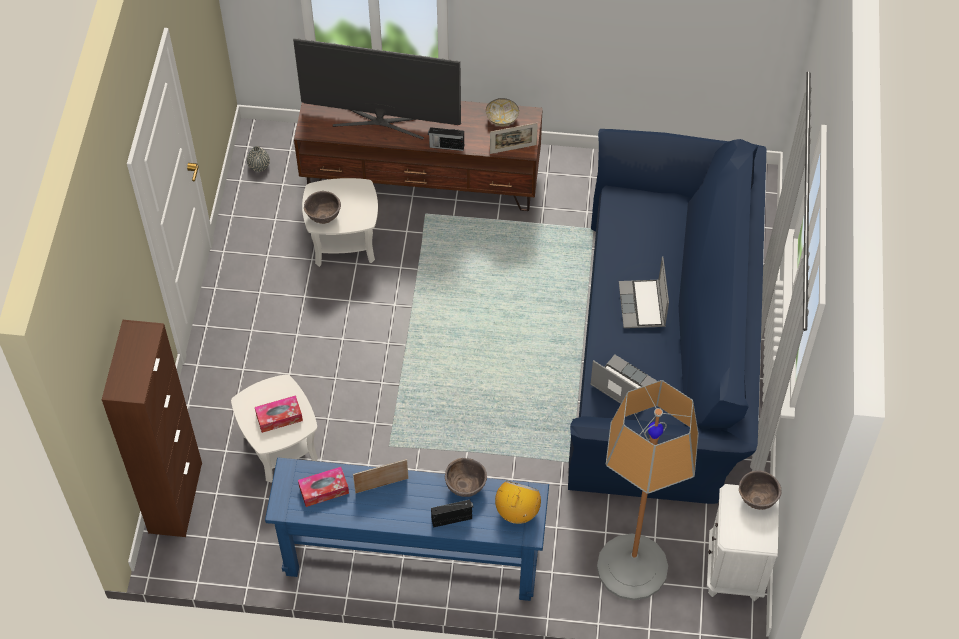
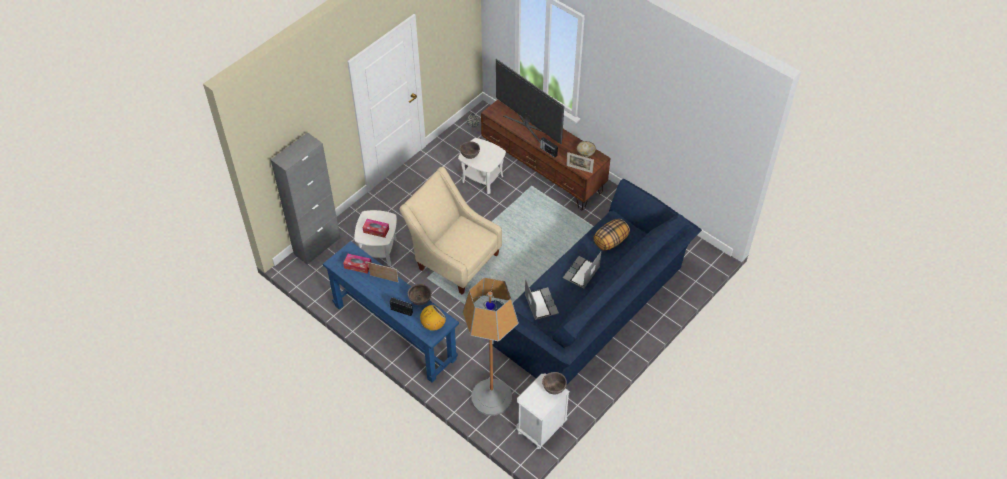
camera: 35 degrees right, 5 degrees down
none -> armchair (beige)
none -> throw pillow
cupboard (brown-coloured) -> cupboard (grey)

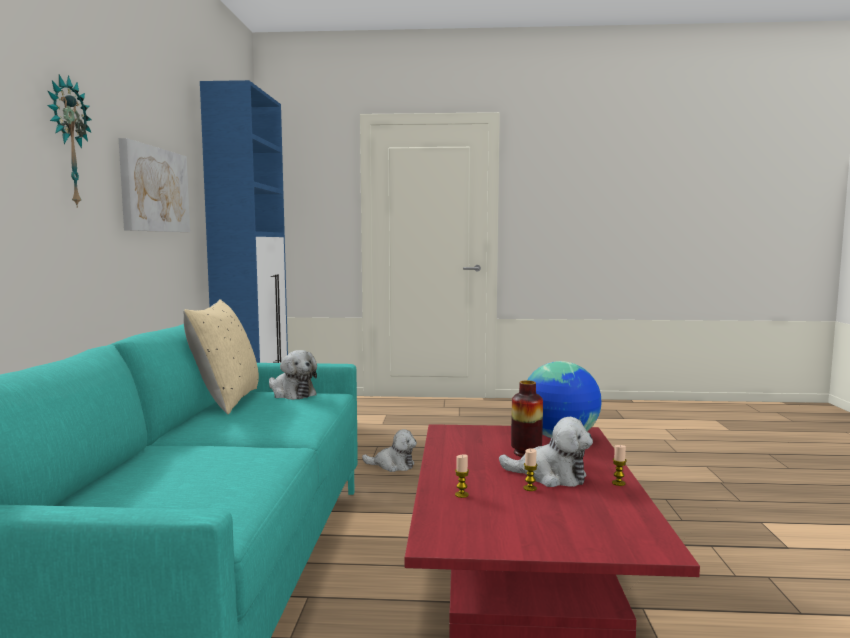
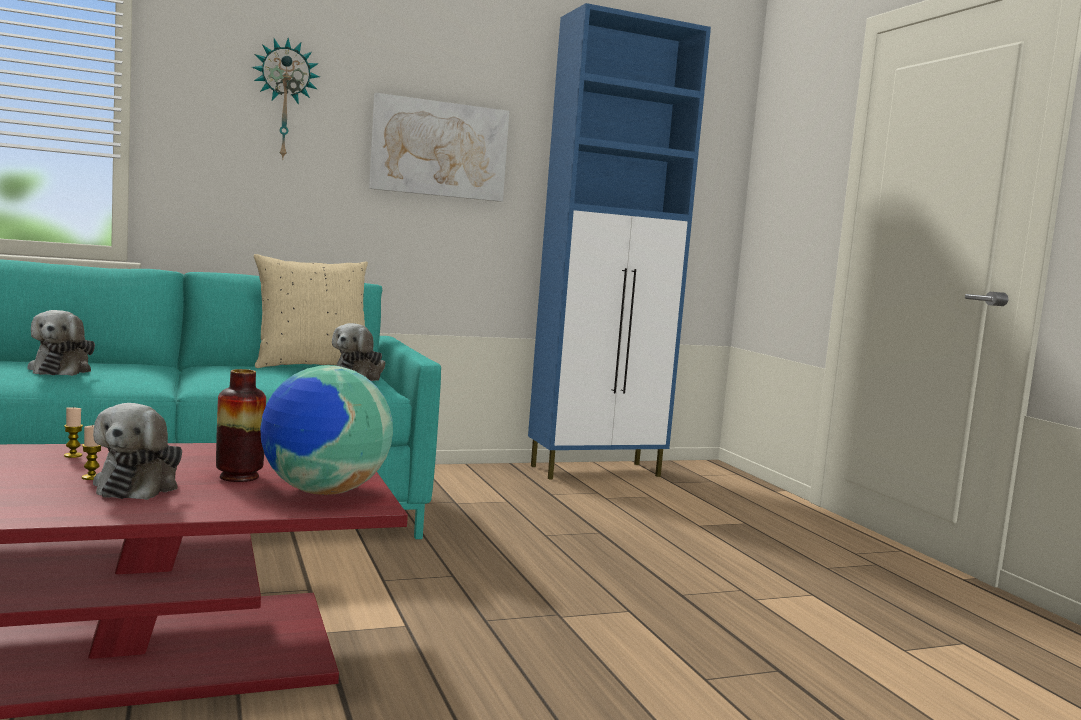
camera: 65 degrees right, 0 degrees up
wax light (no. 3 from left) -> none
soft toy (no. 2 from left in the first image) -> soft toy (no. 1 from left), shifted

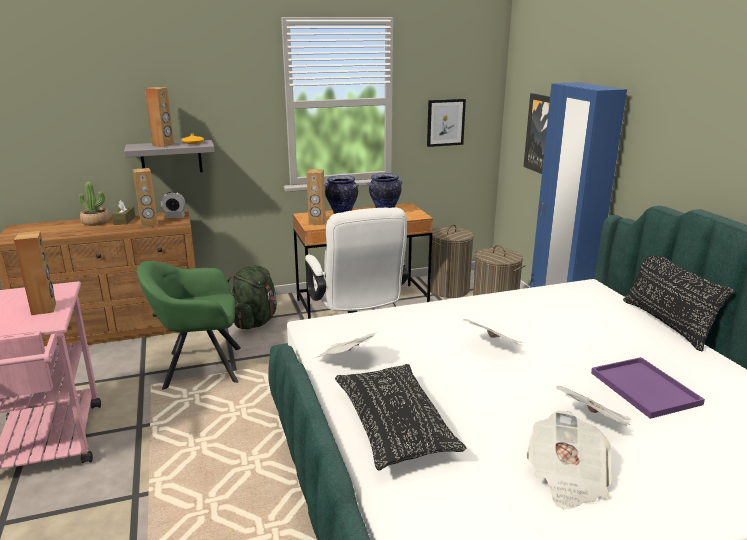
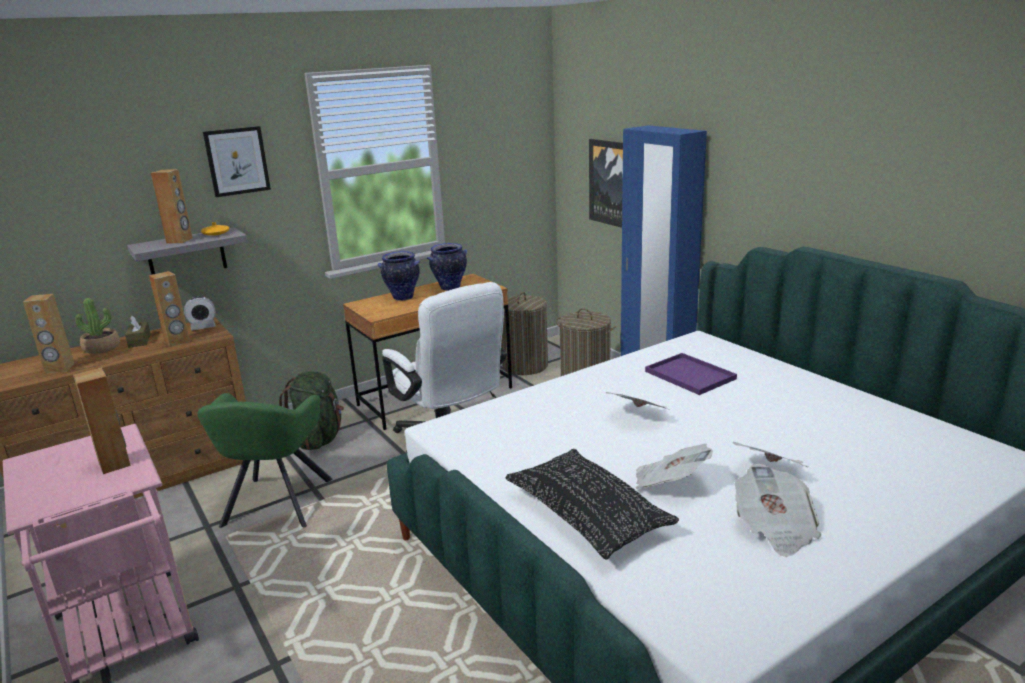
camera: 15 degrees left, 0 degrees up
throw pillow (black-coloured) (no. 2 from left) -> none
audio speaker (brown-coloured) (no. 4 from left in the first image) -> audio speaker (brown-coloured) (no. 1 from left), shifted
daily paper (no. 1 from left in the first image) -> daily paper (no. 2 from left), shifted
wall art (no. 1 from left), shifted
serving tray (purplish), shifted
armchair (greenish), 60 degrees counterclockwise

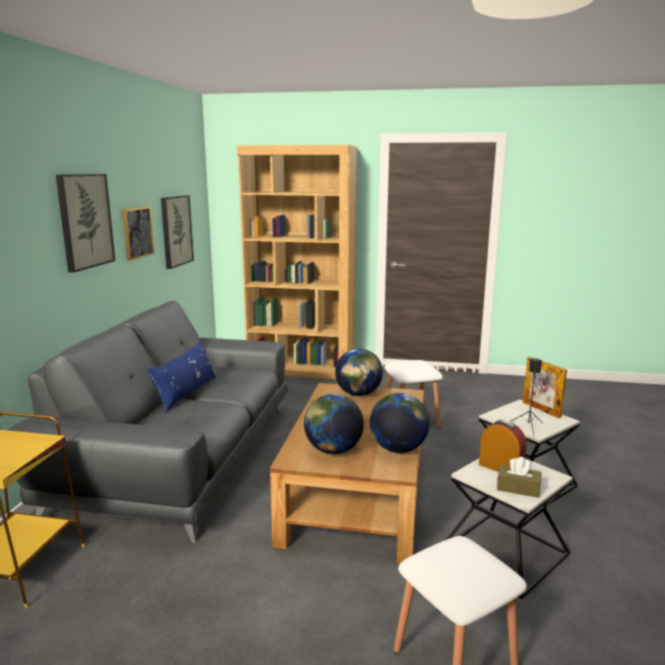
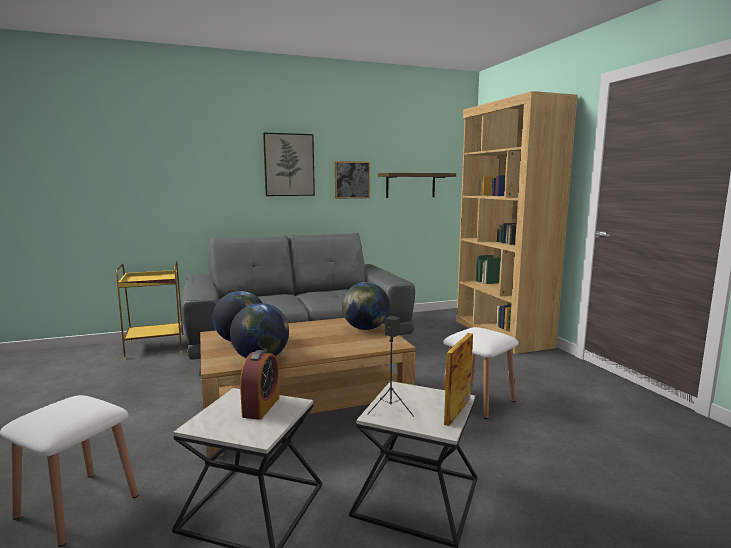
camera: 60 degrees right, 5 degrees down
throw pillow (blue-coloured) -> none
tissue holder (brown-coloured) -> none
wall art (no. 3 from left) -> wall shelf

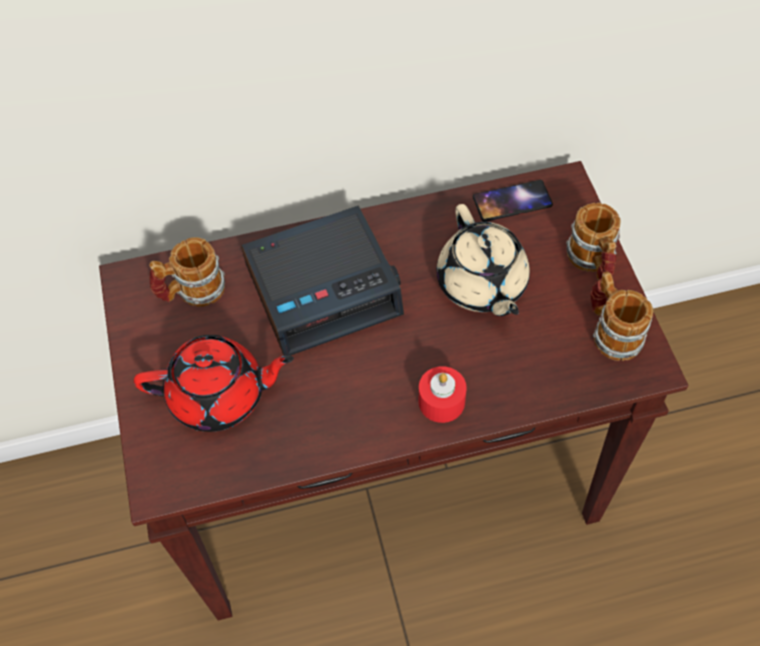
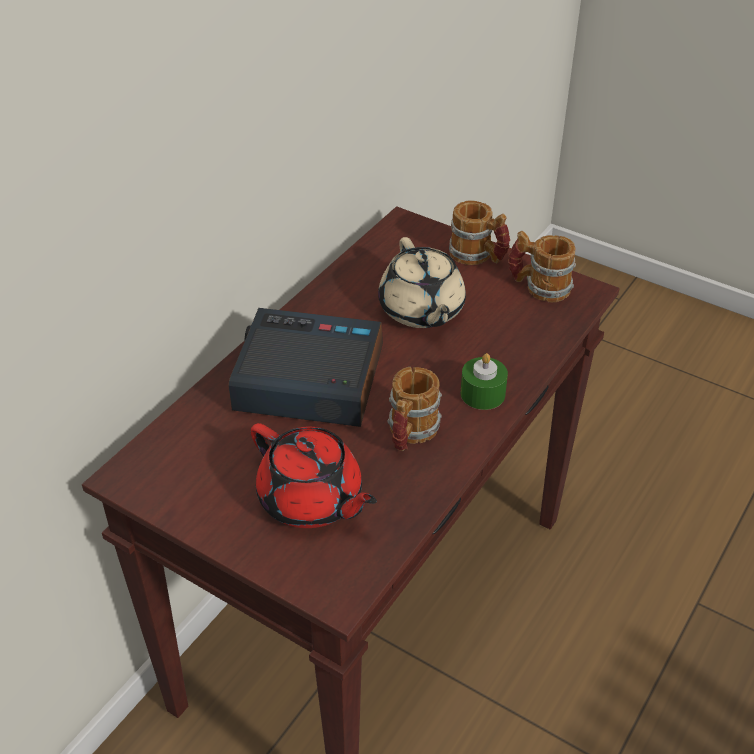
camera: 45 degrees left, 15 degrees down
telephone -> none
tea mug (no. 1 from left), shifted
wax light (reddish) -> wax light (greenish)
tea pot (reddish), 90 degrees clockwise
bedside clock, 105 degrees counterclockwise
tea pot (beige), 45 degrees clockwise

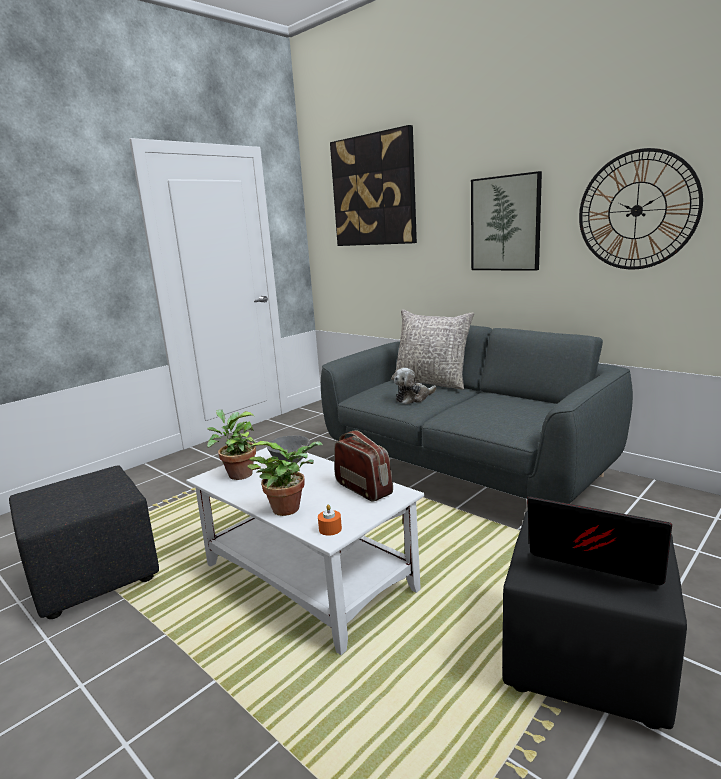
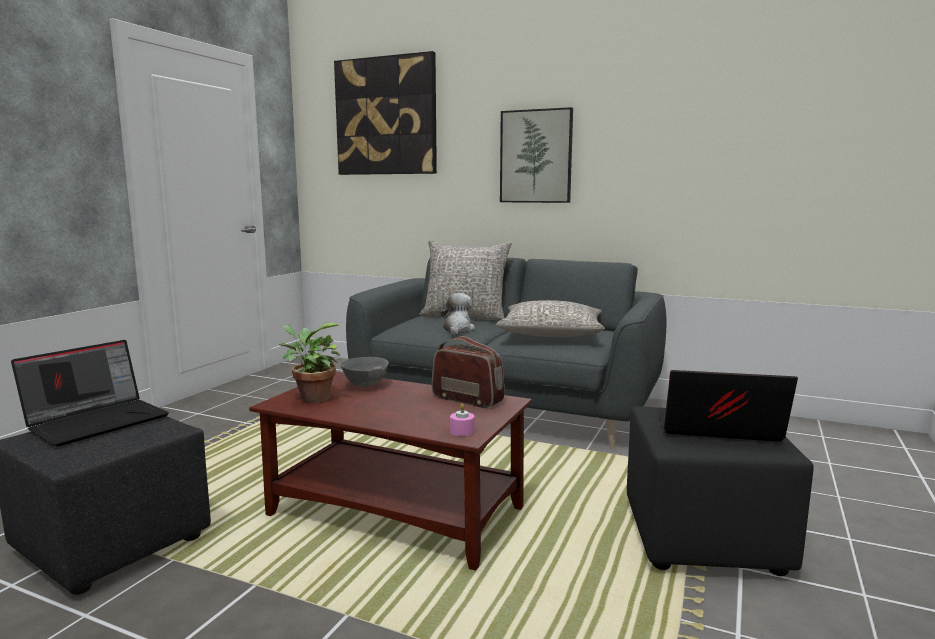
camera: 20 degrees left, 5 degrees down
potted plant (no. 2 from left) -> none
wall clock -> none
none -> notebook computer (no. 1 from left)
none -> throw pillow (grey) (no. 2 from left)
coffee table (whitish) -> coffee table (brown-coloured)
wax light (orangey) -> wax light (pink)
soft toy, 150 degrees clockwise

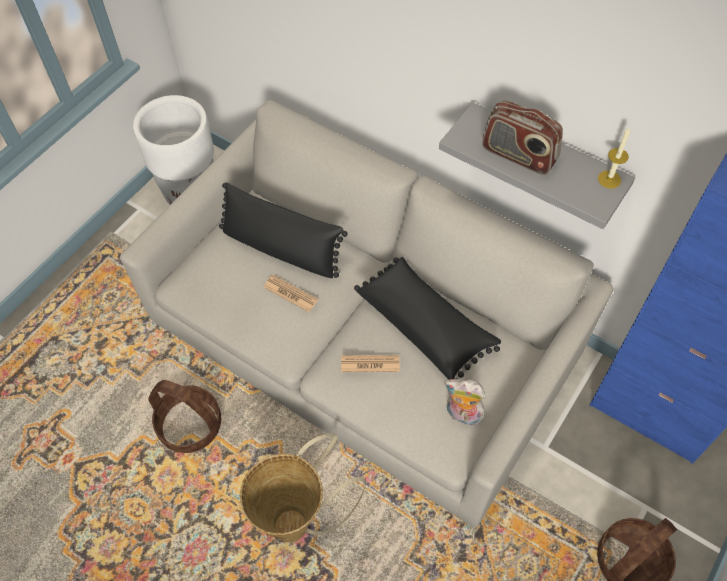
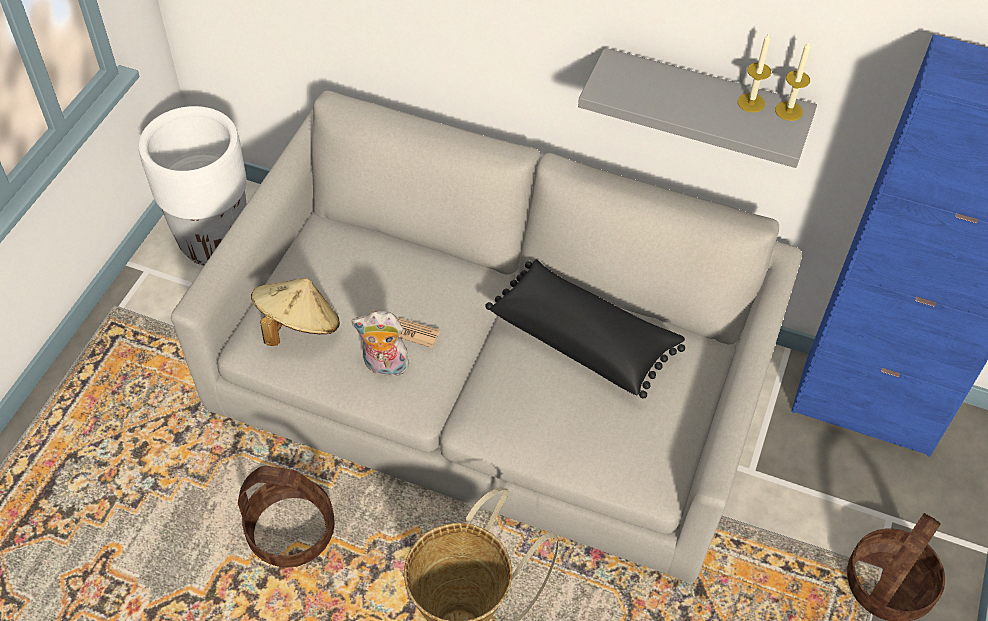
camera: 15 degrees left, 5 degrees down
throw pillow (black-coloured) (no. 1 from left) -> none
daily paper (no. 2 from left) -> none
radio set -> none
none -> clothing hat (beige)
none -> wax light (no. 1 from left)
soft toy, shifted

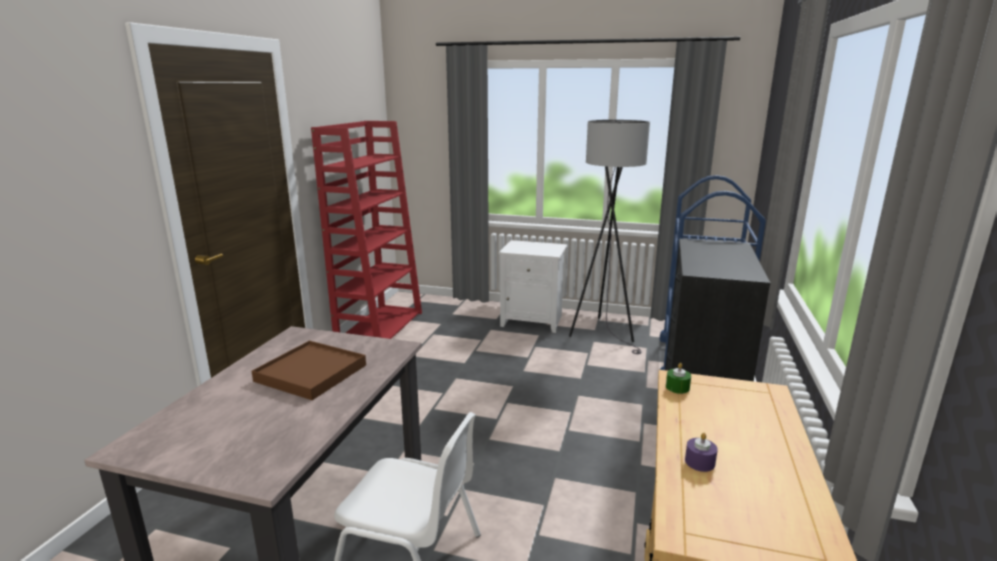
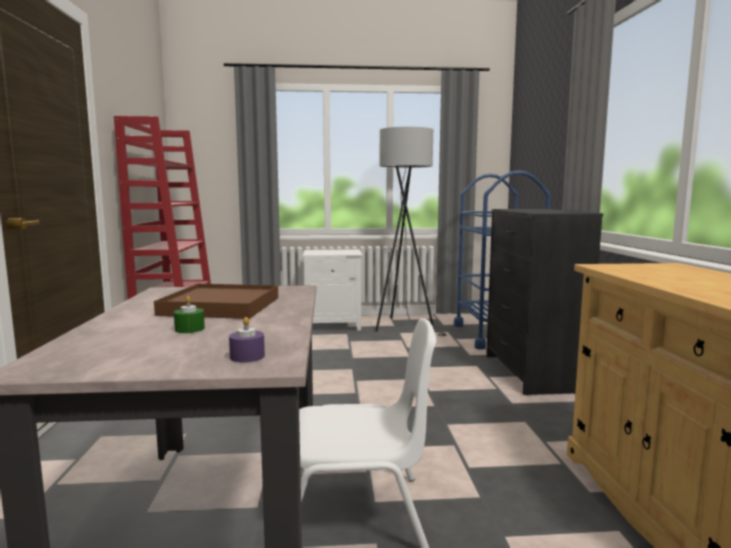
camera: 20 degrees left, 10 degrees down
wax light (greenish), shifted
wax light (purplish), shifted

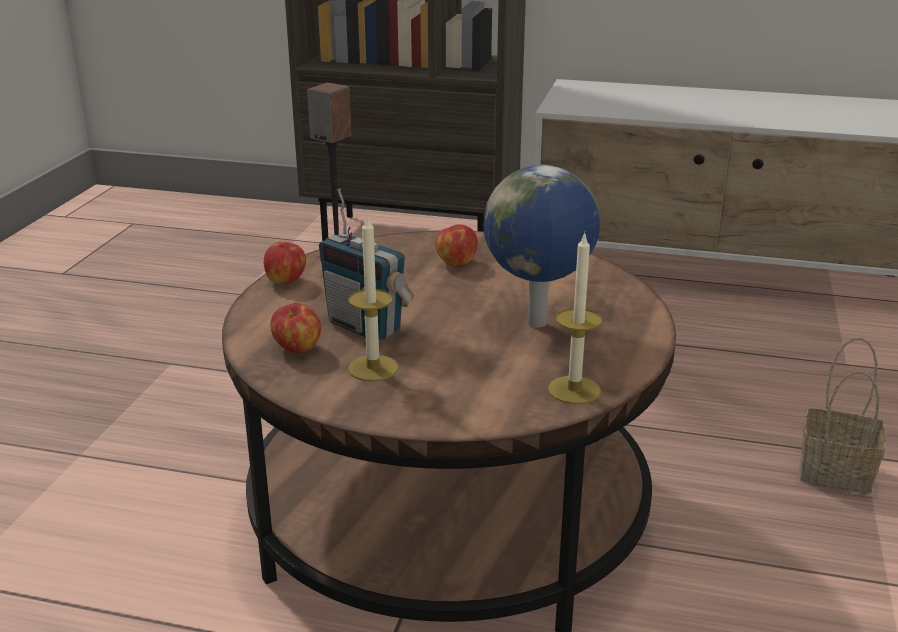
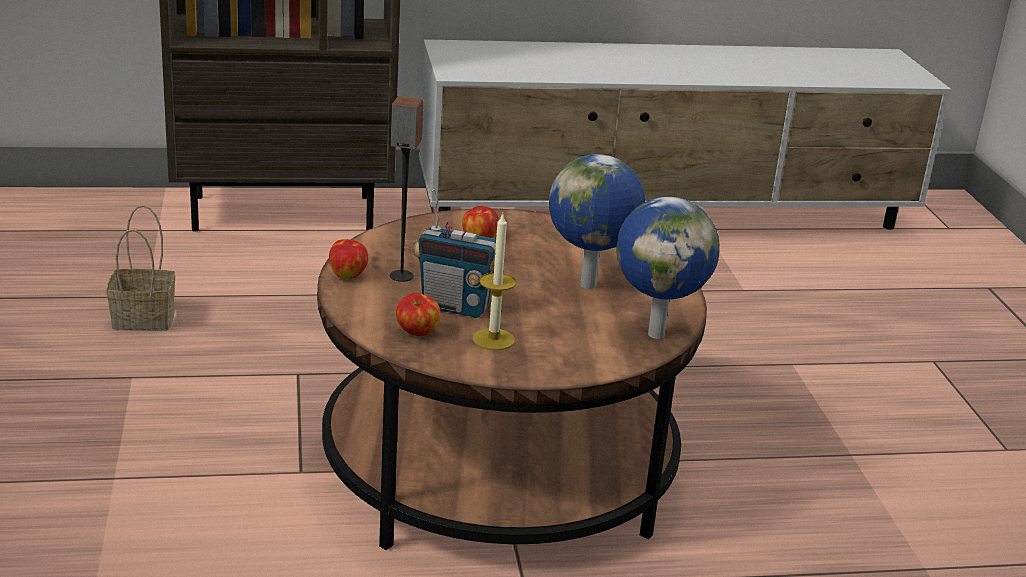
camera: 25 degrees left, 0 degrees up
basket, shifted
wax light (no. 2 from left) -> world globe (no. 2 from left)

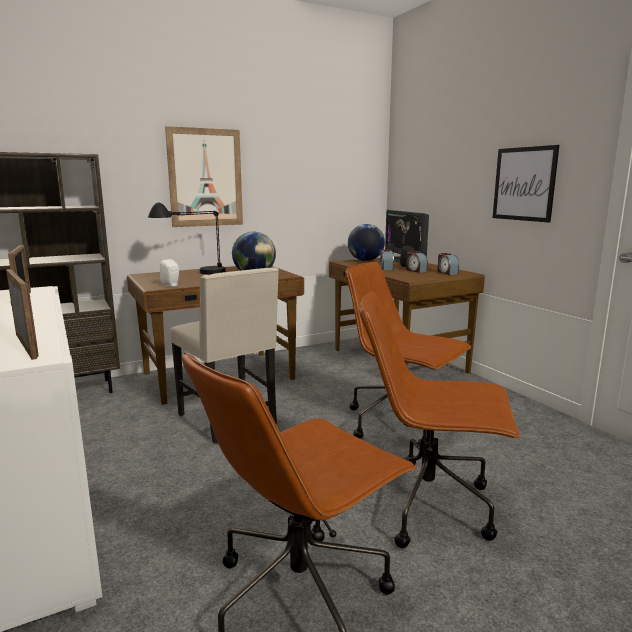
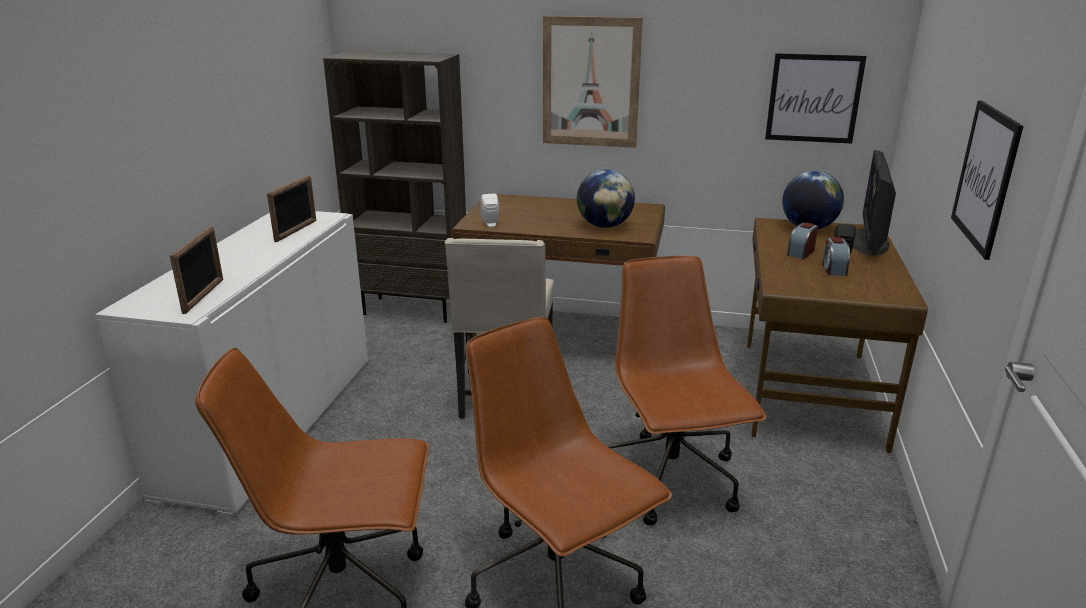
camera: 40 degrees right, 10 degrees up
tabletop lamp (black-coloured) -> none
bedside clock (no. 3 from left) -> none
none -> wall art (no. 2 from left)

